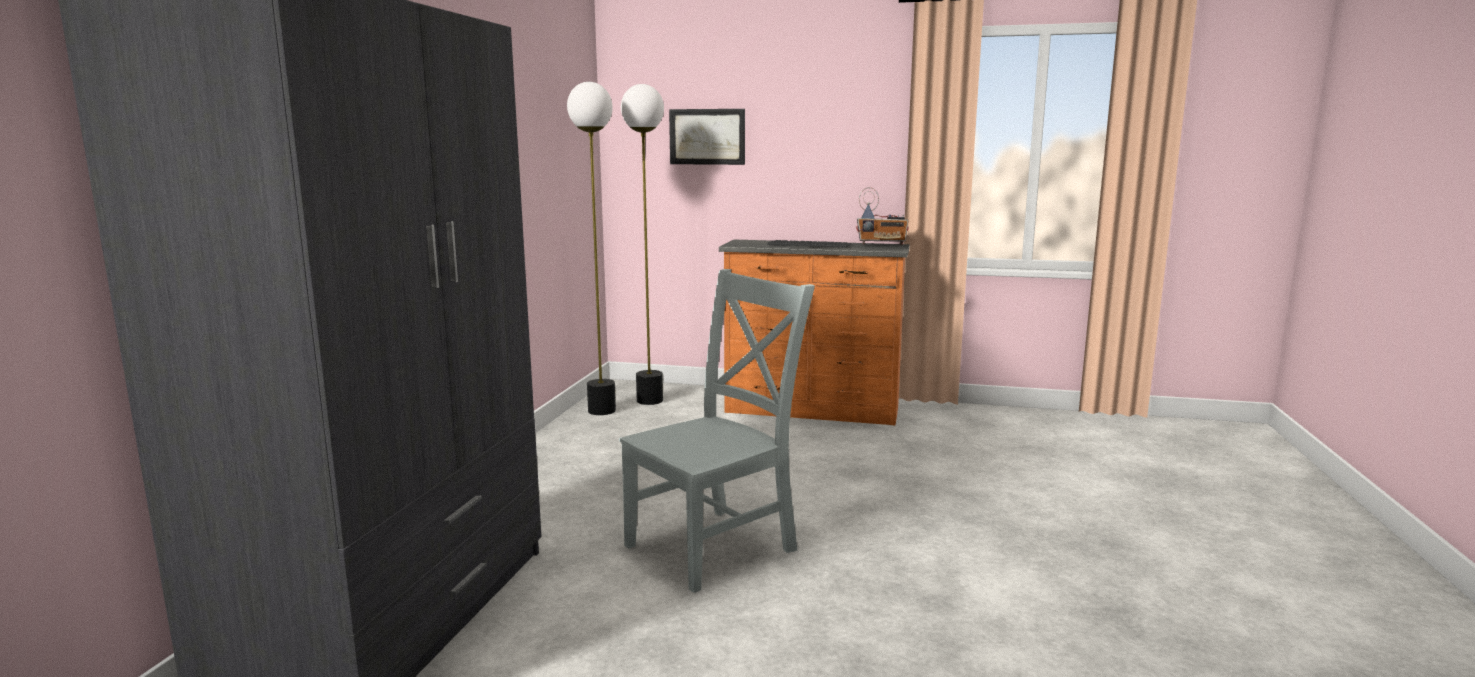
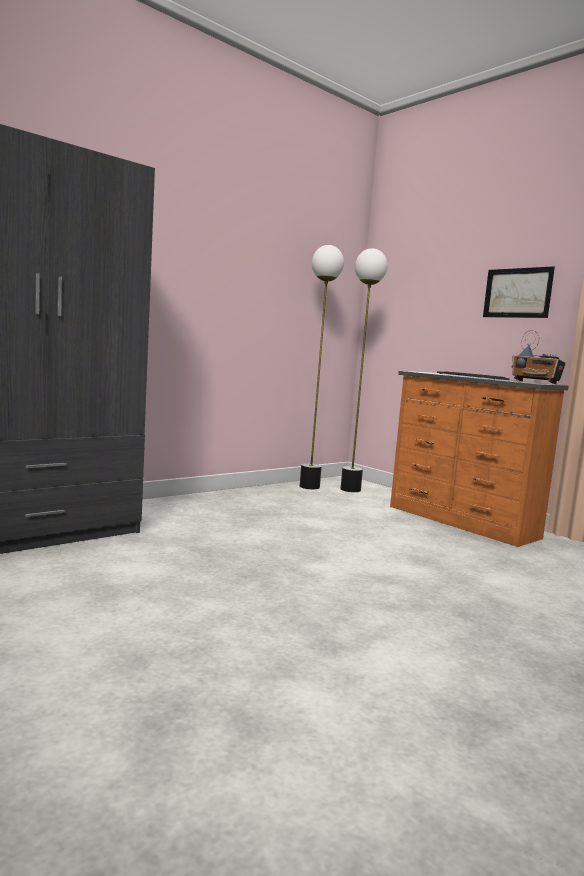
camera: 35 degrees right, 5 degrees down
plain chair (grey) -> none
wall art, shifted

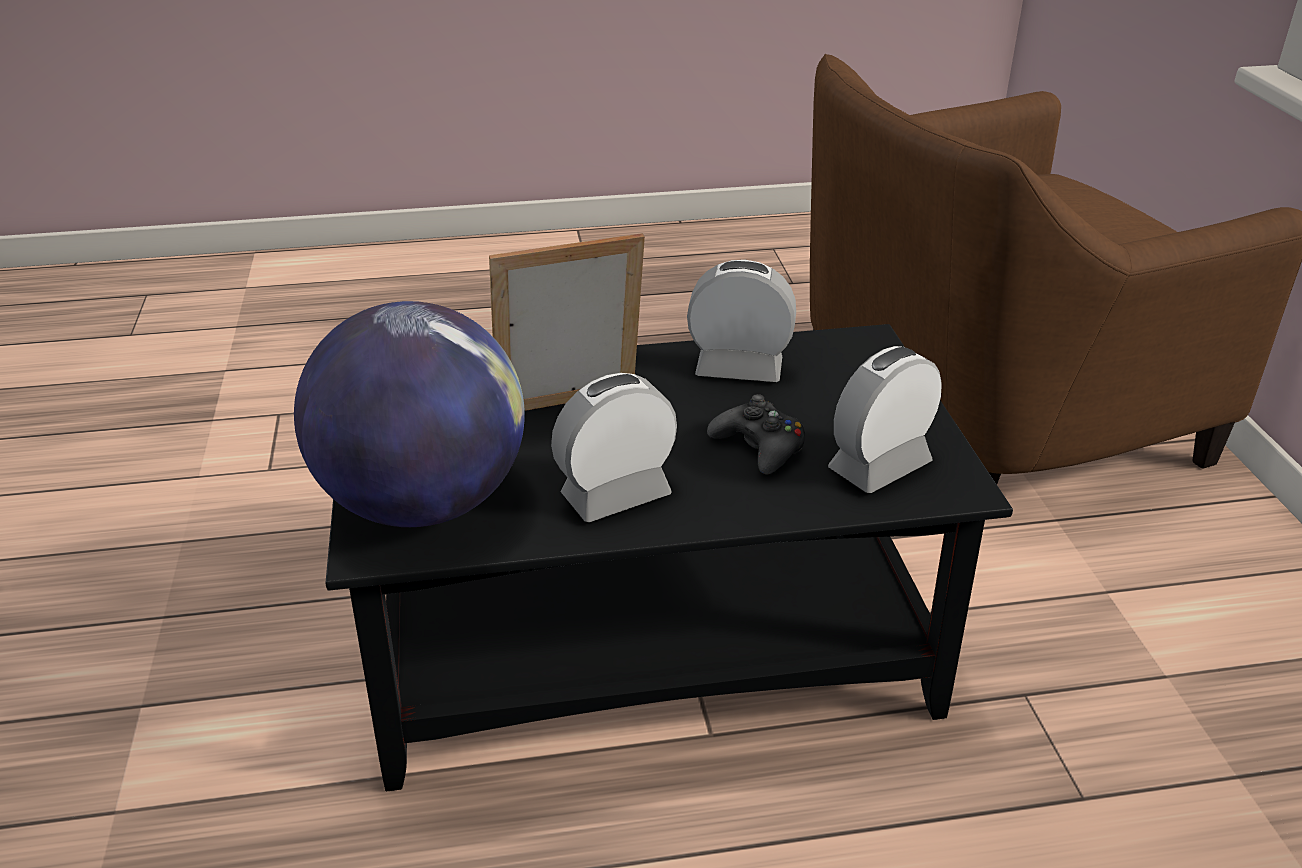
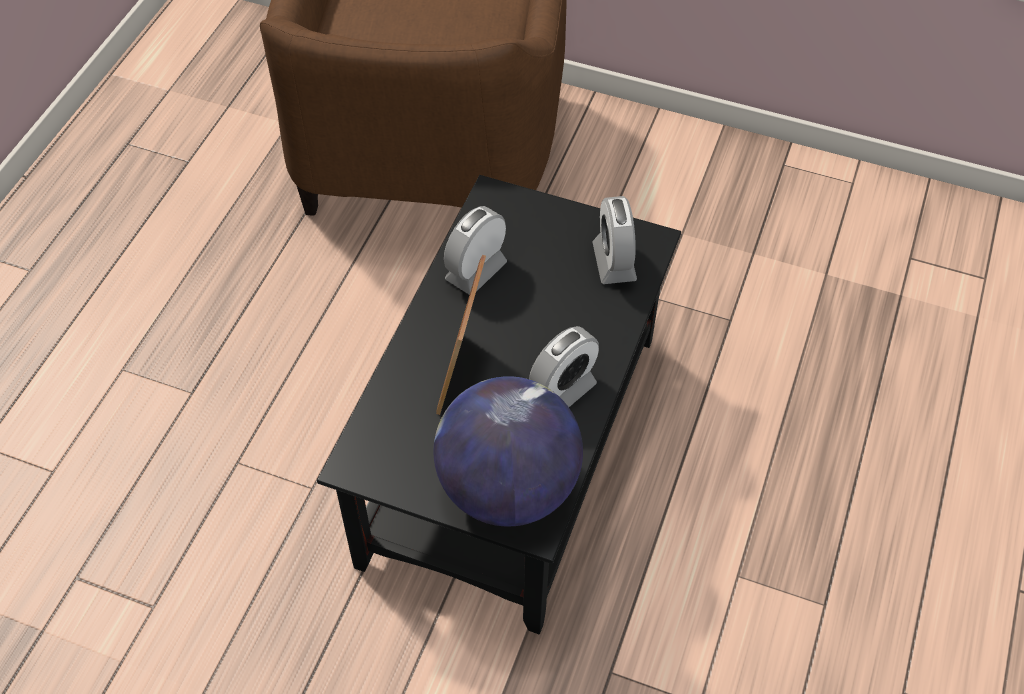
camera: 60 degrees left, 20 degrees up
game controller (black-coloured) -> none
bedside clock (no. 1 from left in the first image) -> bedside clock (no. 2 from left), 135 degrees counterclockwise

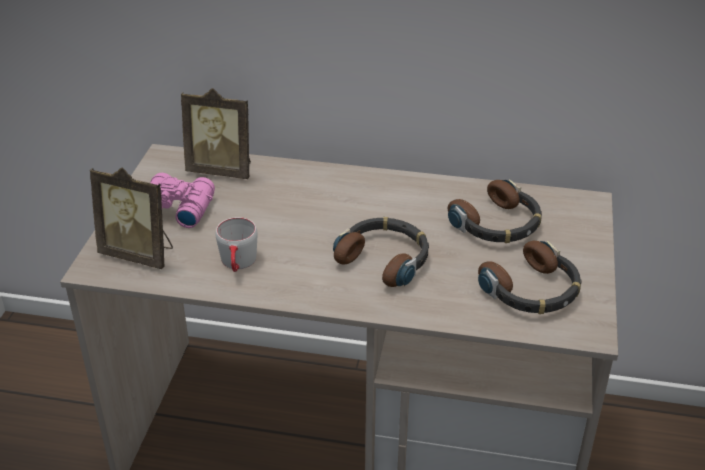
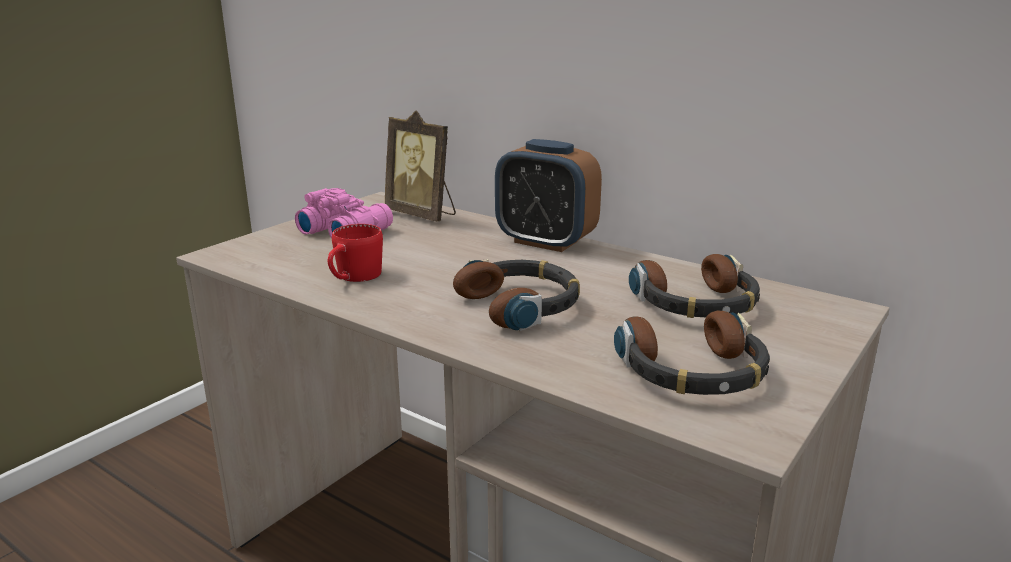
camera: 25 degrees right, 15 degrees down
picture frame (no. 1 from left) -> none
none -> bedside clock
tea mug (grey) -> tea mug (reddish)

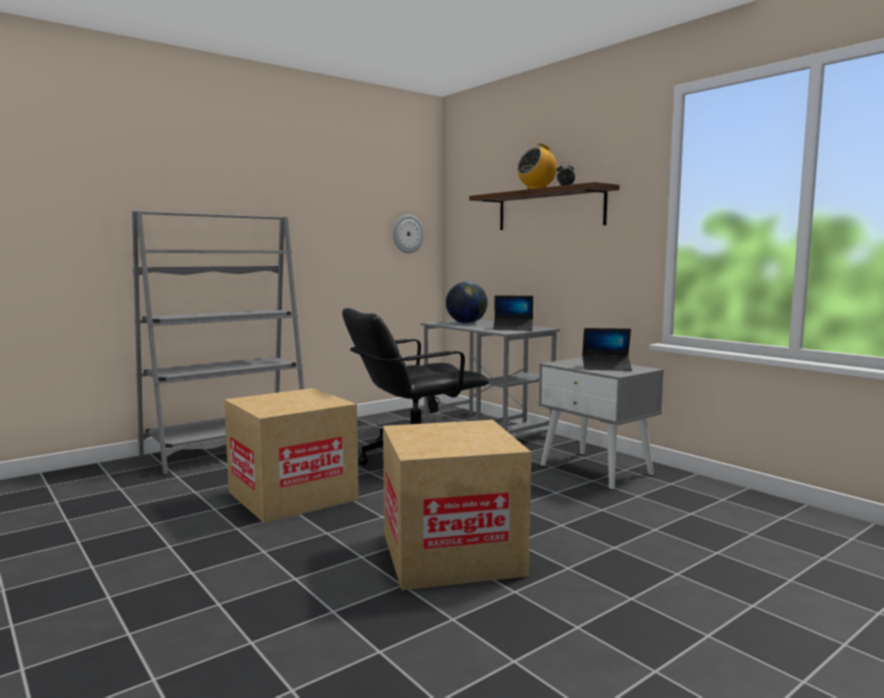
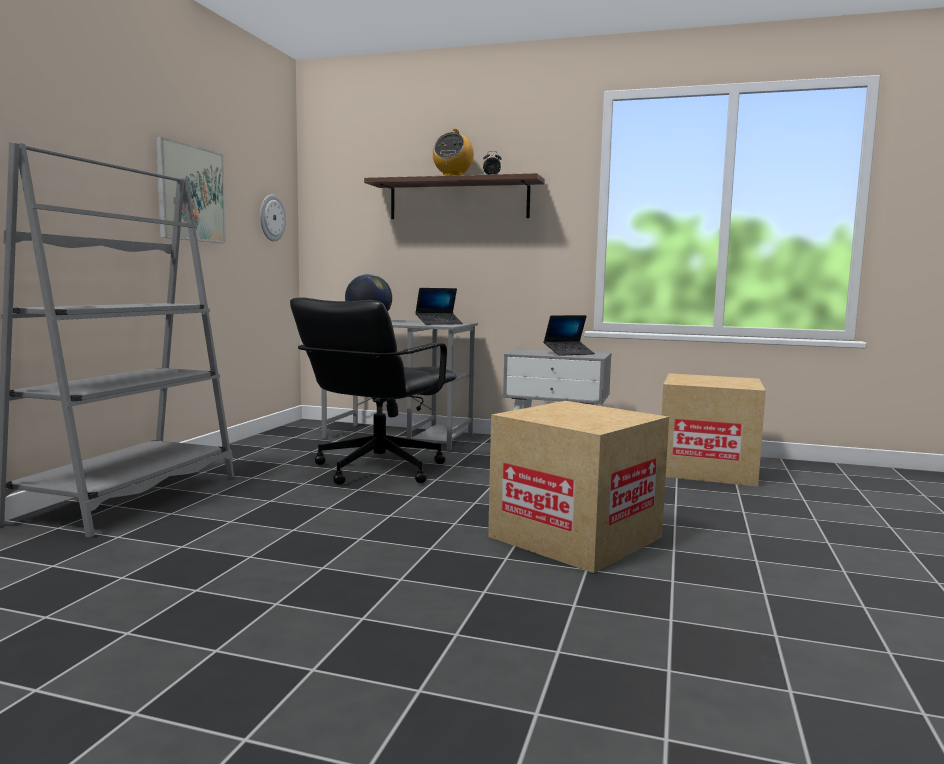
camera: 35 degrees left, 0 degrees up
none -> wall art
carton (no. 1 from left in the first image) -> carton (no. 2 from left), shifted

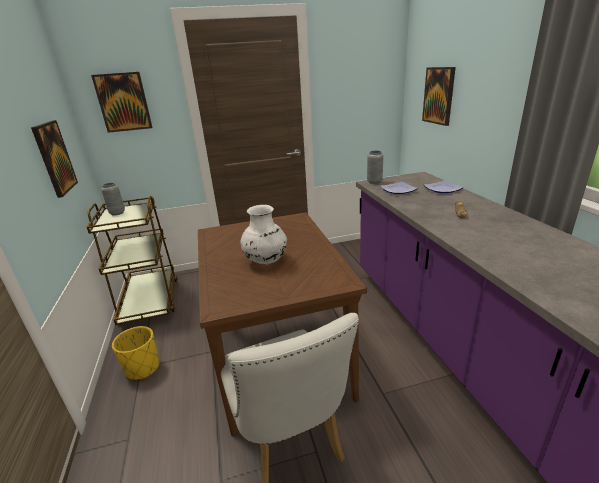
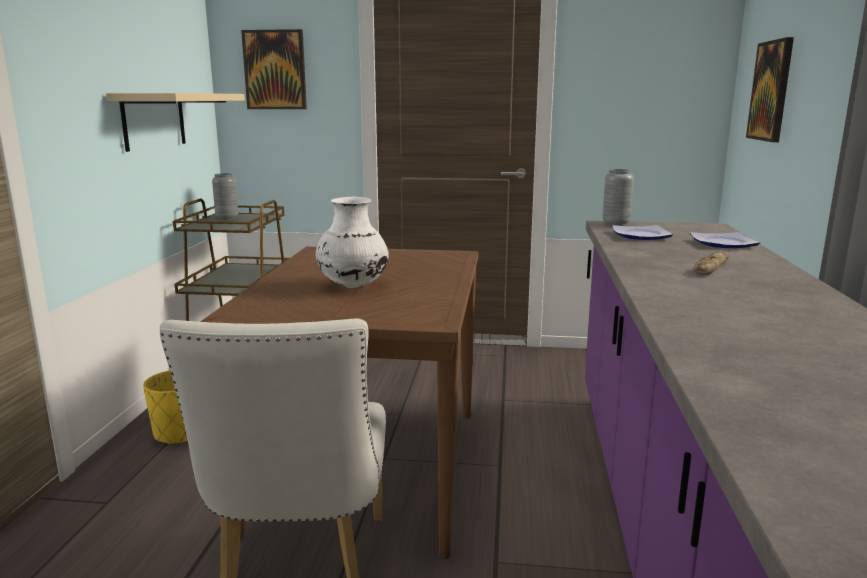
camera: 20 degrees right, 10 degrees down
wall art (no. 1 from left) -> wall shelf (beige)

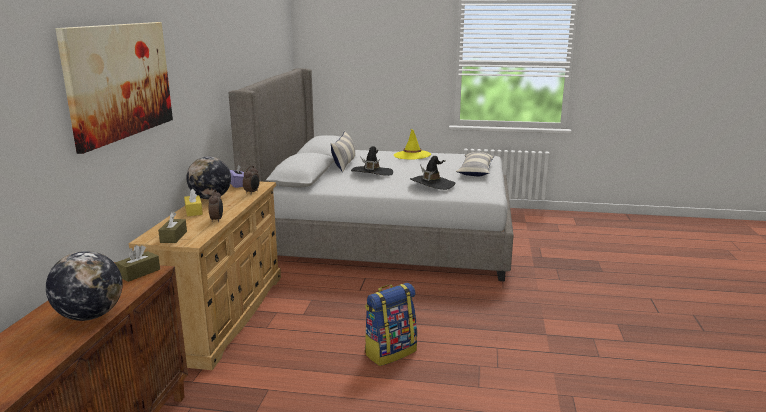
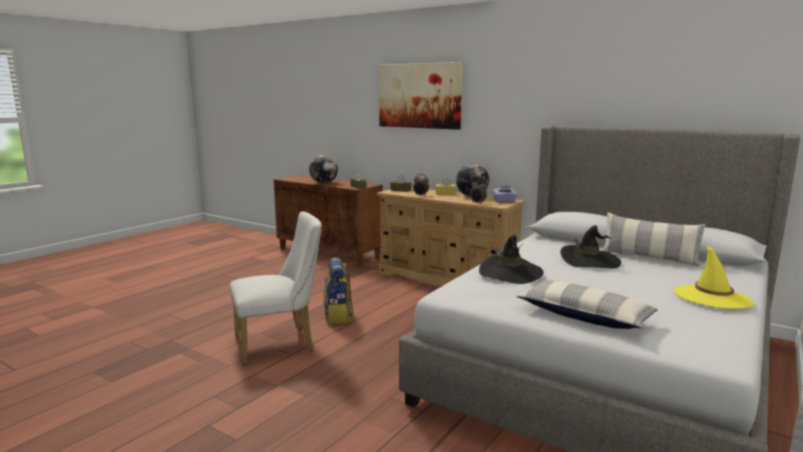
camera: 115 degrees right, 5 degrees down
none -> plain chair (whitish)

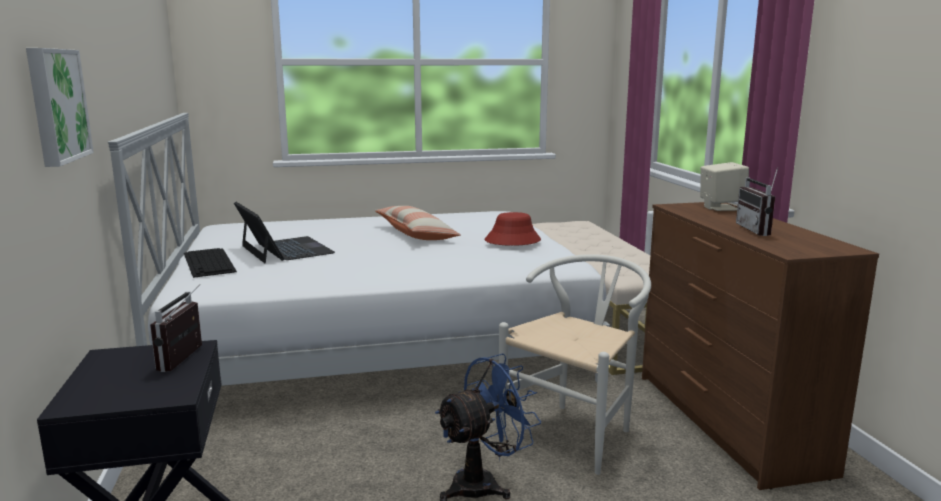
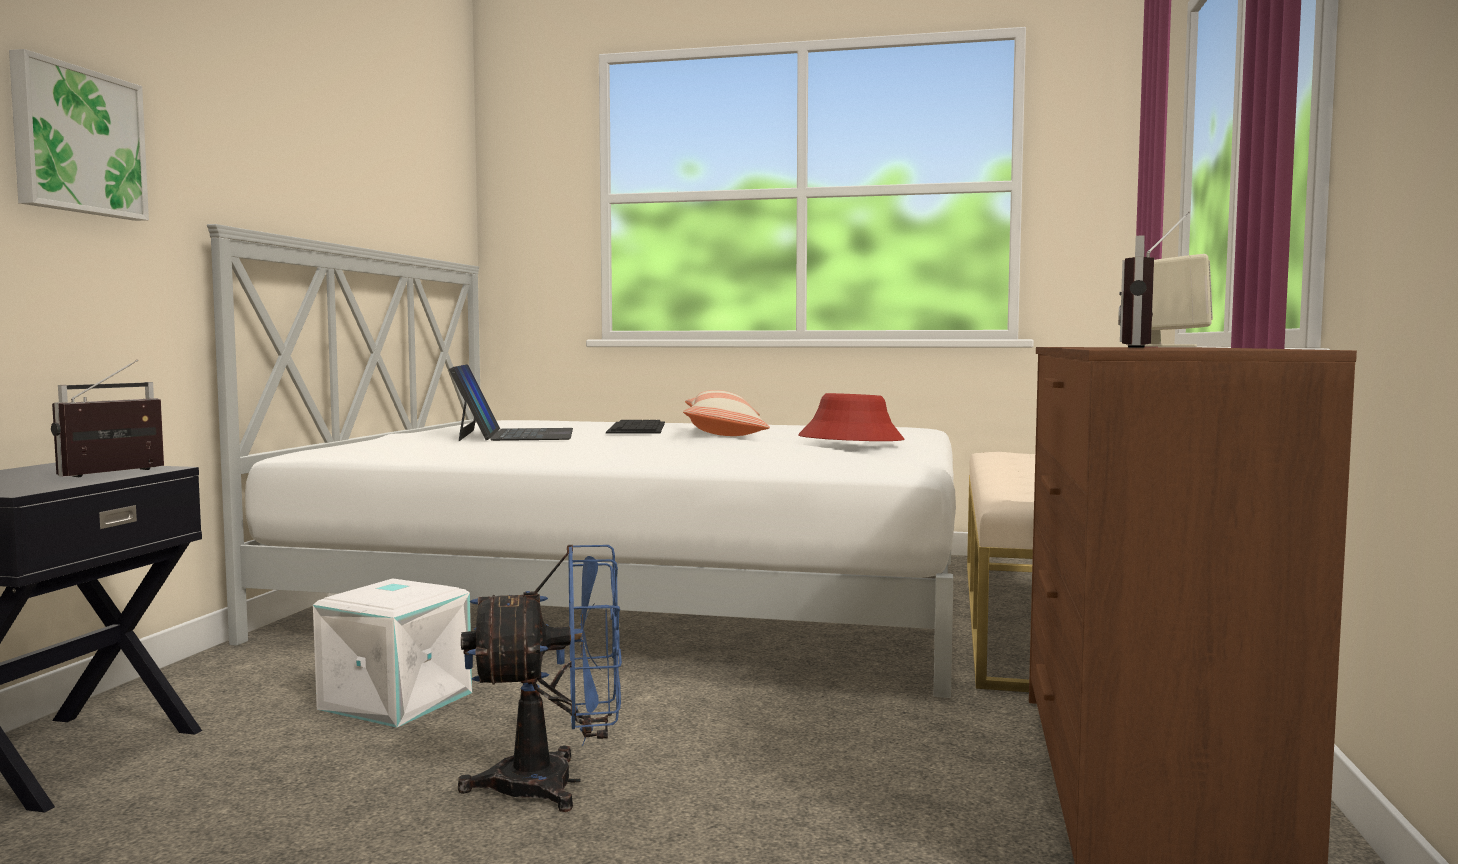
camera: 25 degrees right, 10 degrees down
plain chair (whitish) -> none
none -> storage box (whitish)
computer keyboard, shifted

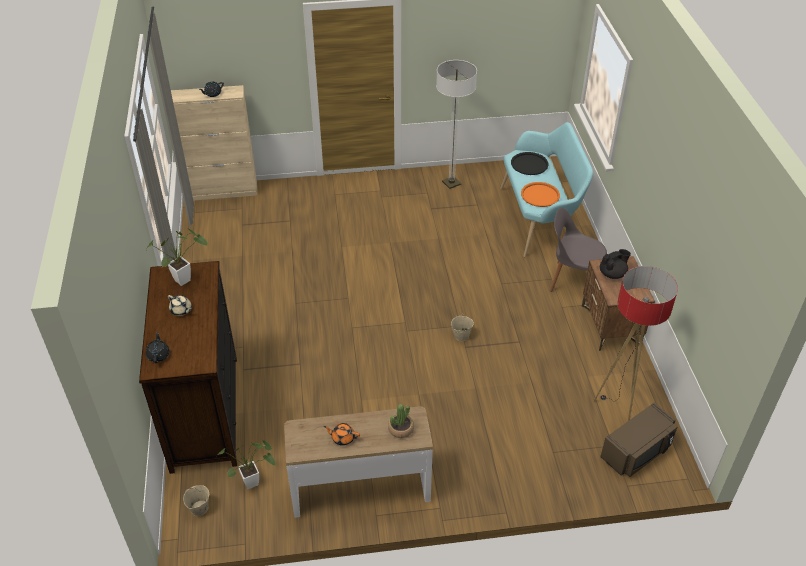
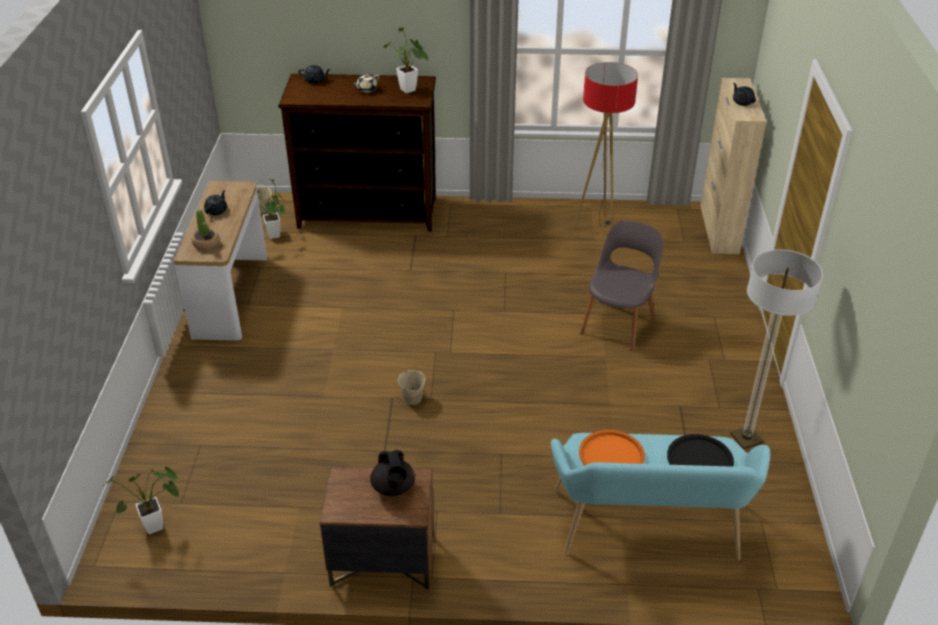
camera: 100 degrees right, 5 degrees down
plain chair (grey), shifted
standard lamp (no. 2 from left in the first image) -> standard lamp (no. 1 from left), shifted
microwave oven (brown-coloured) -> potted plant (no. 1 from left)
tea pot (orangey) -> tea pot (black-coloured) (no. 1 from left)

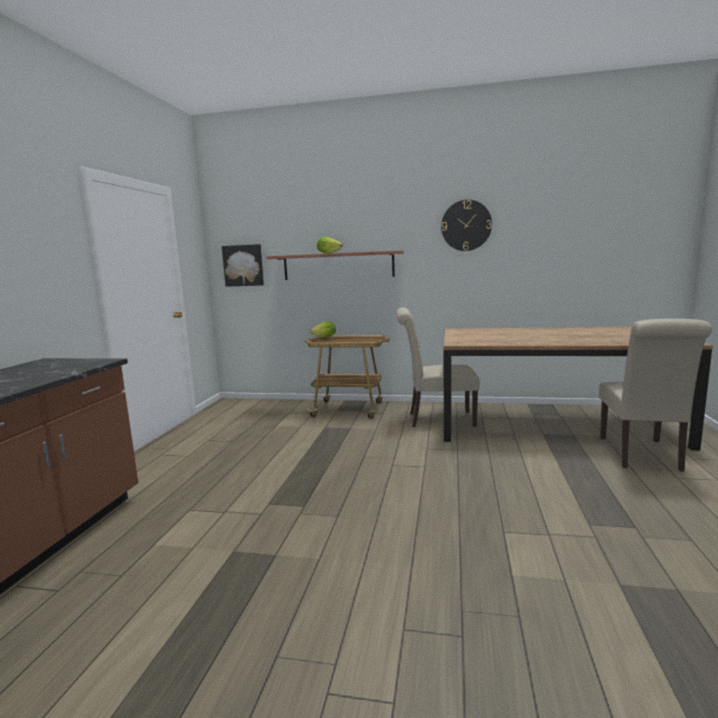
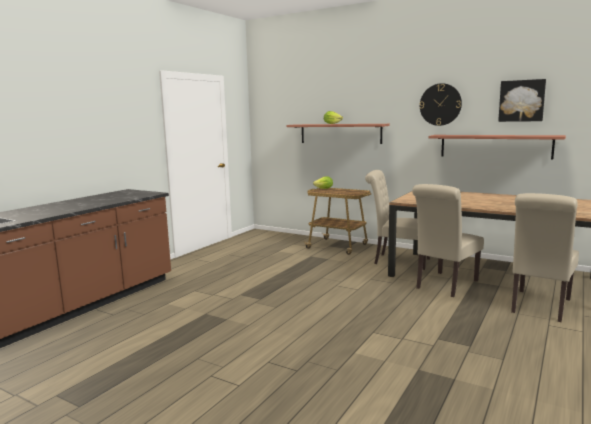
camera: 20 degrees right, 0 degrees up
none -> plain chair (beige) (no. 2 from left)
none -> wall shelf (no. 2 from left)
wall art, shifted

